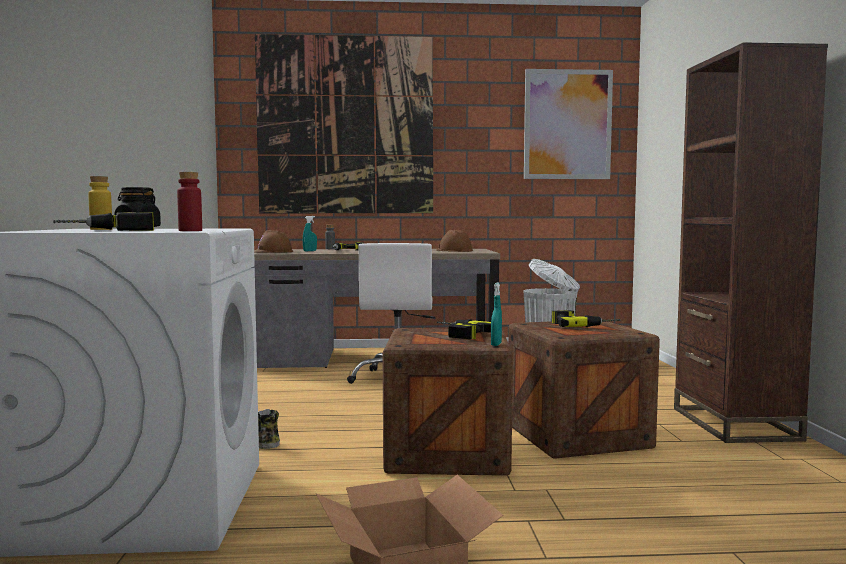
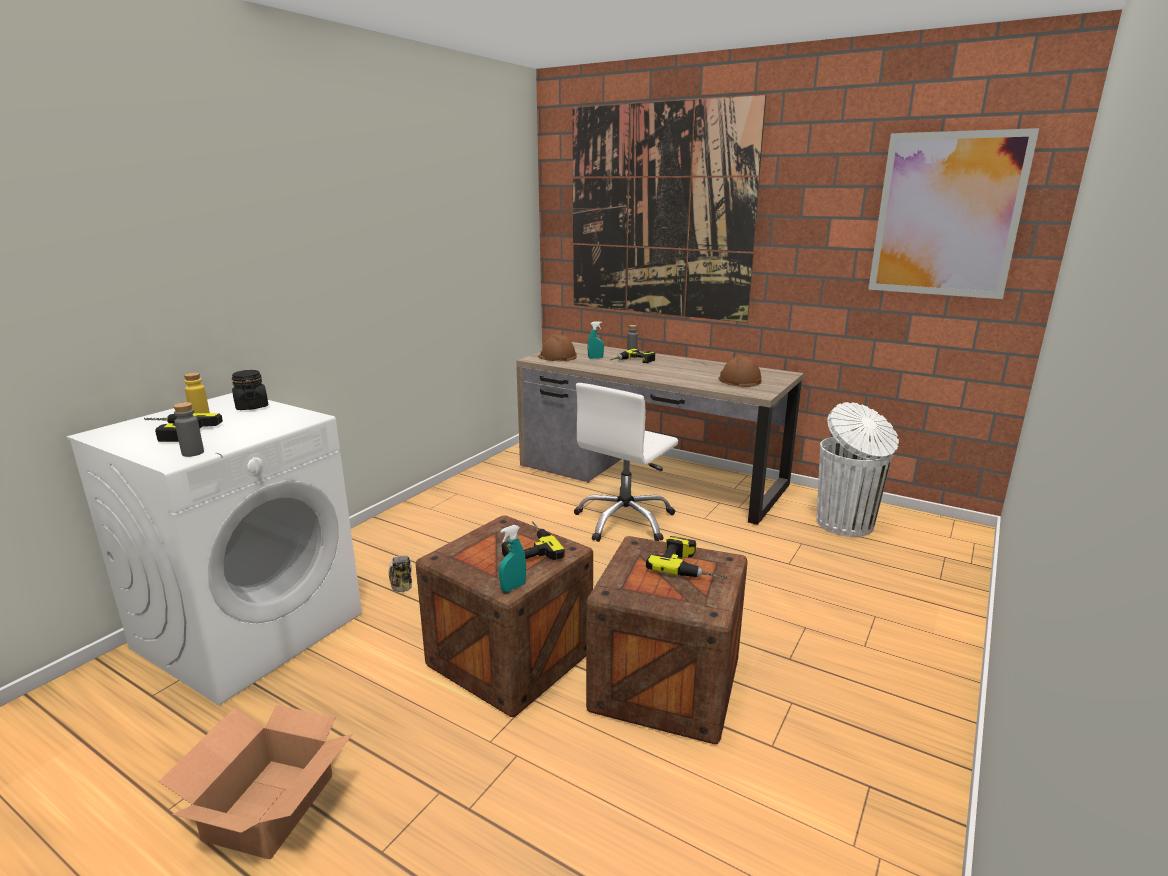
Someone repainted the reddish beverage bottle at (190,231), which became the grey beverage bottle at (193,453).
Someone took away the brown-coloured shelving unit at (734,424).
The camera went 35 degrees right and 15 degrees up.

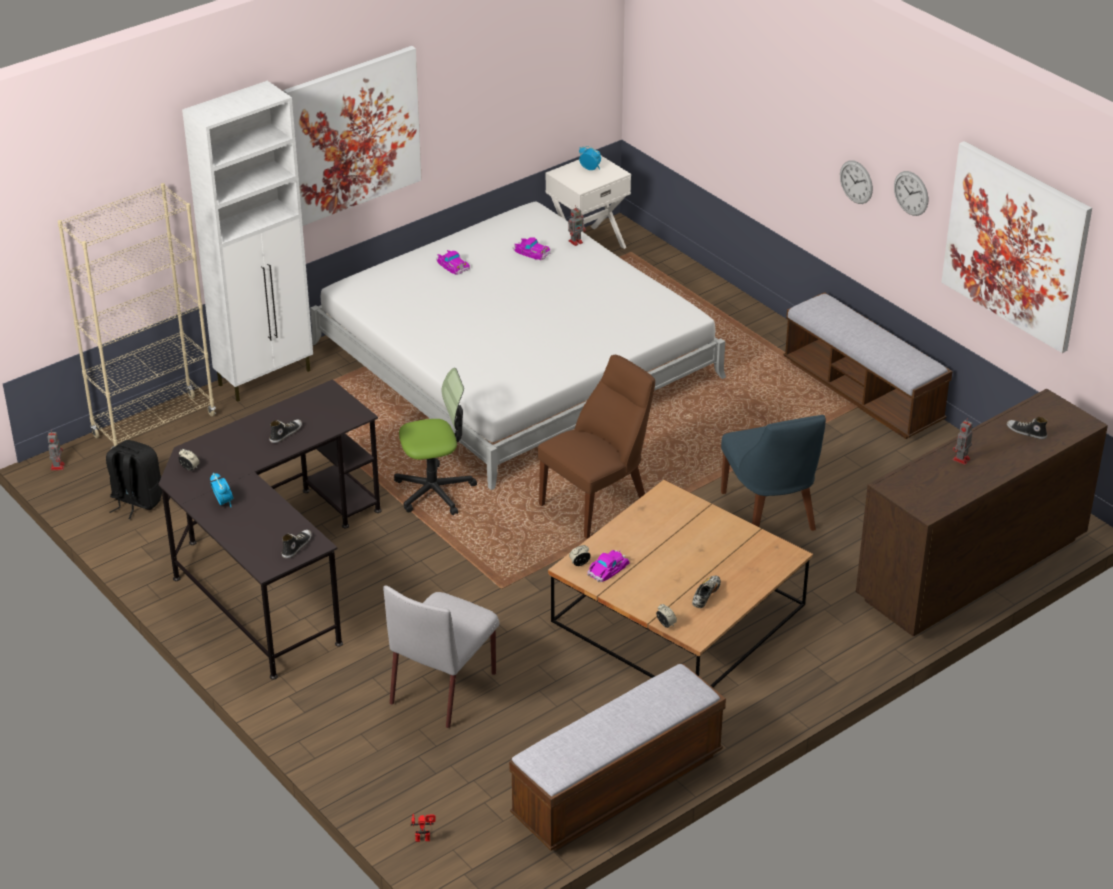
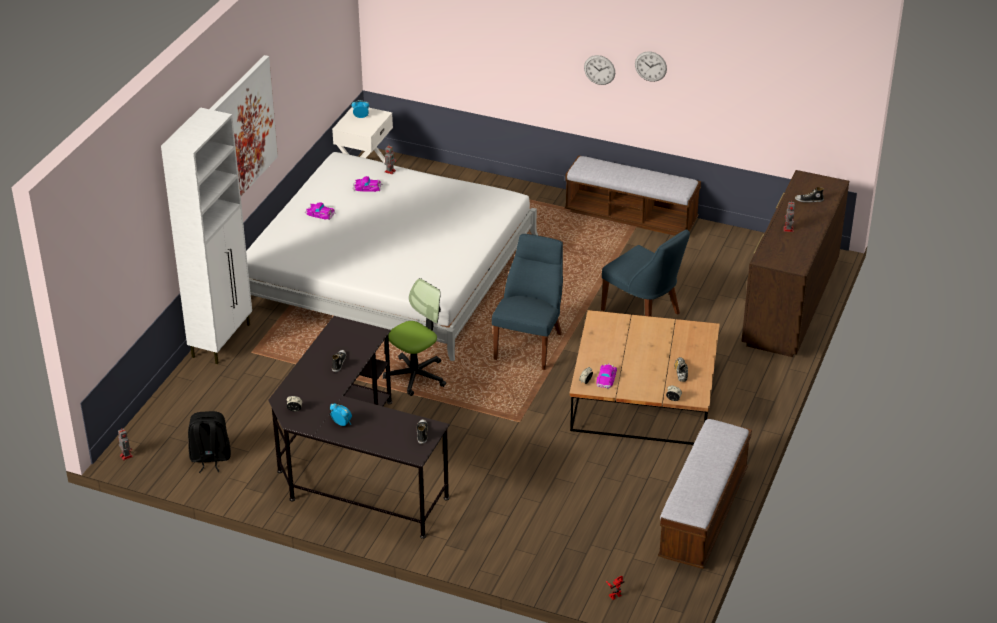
Someone repainted the brown-coloured upright chair at (598,502), which became the blue-coloured upright chair at (530,344).
Someone took away the beige-coloured shelving unit at (154,426).
Someone took away the grey upright chair at (444,687).
Someone took away the picture at (1016,245).
The camera went 30 degrees left and 0 degrees up.

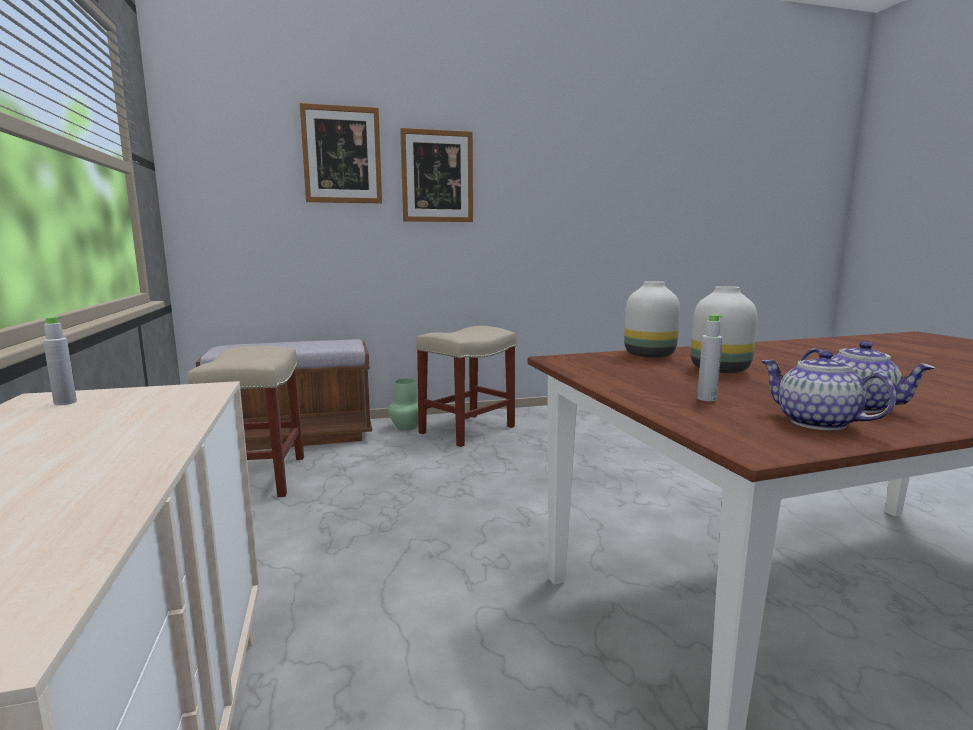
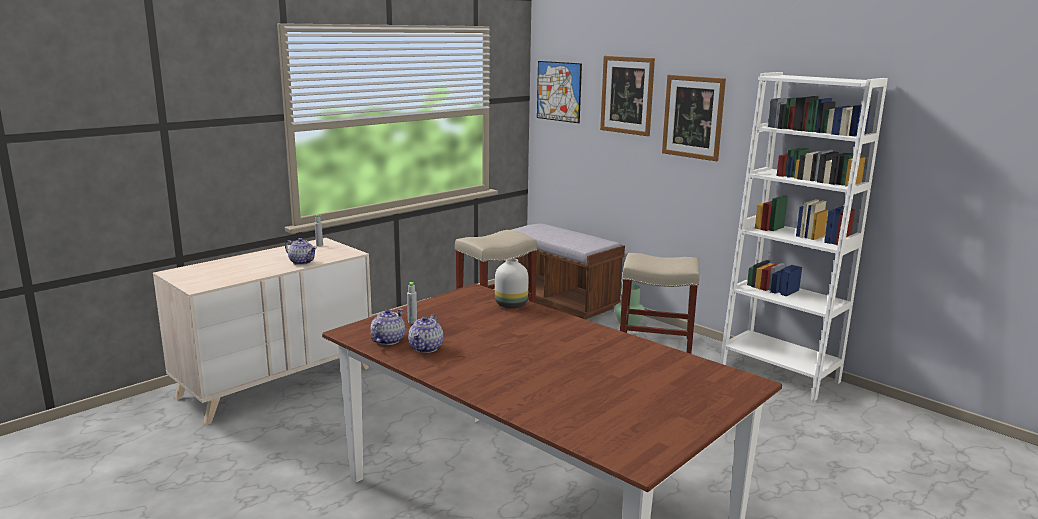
Someone put down the tea pot at (302,262).
Someone put up the picture at (559,91).
Someone put down the whitish shelving unit at (778,374).
Someone took away the whitish vase at (720,369).
The camera went 60 degrees right and 5 degrees up.

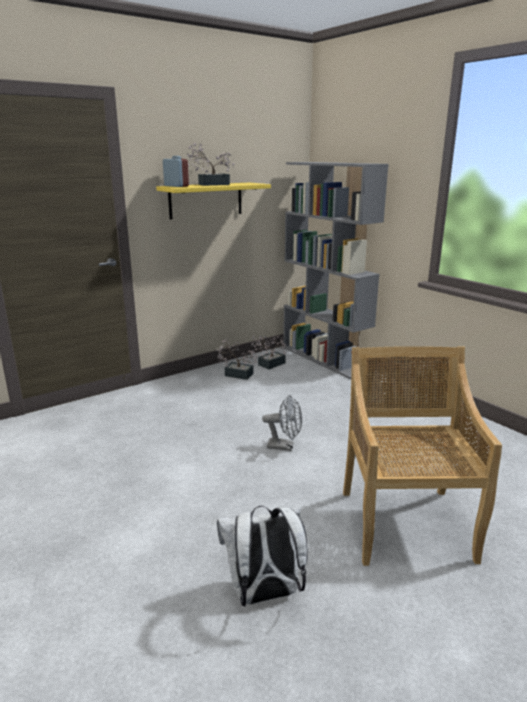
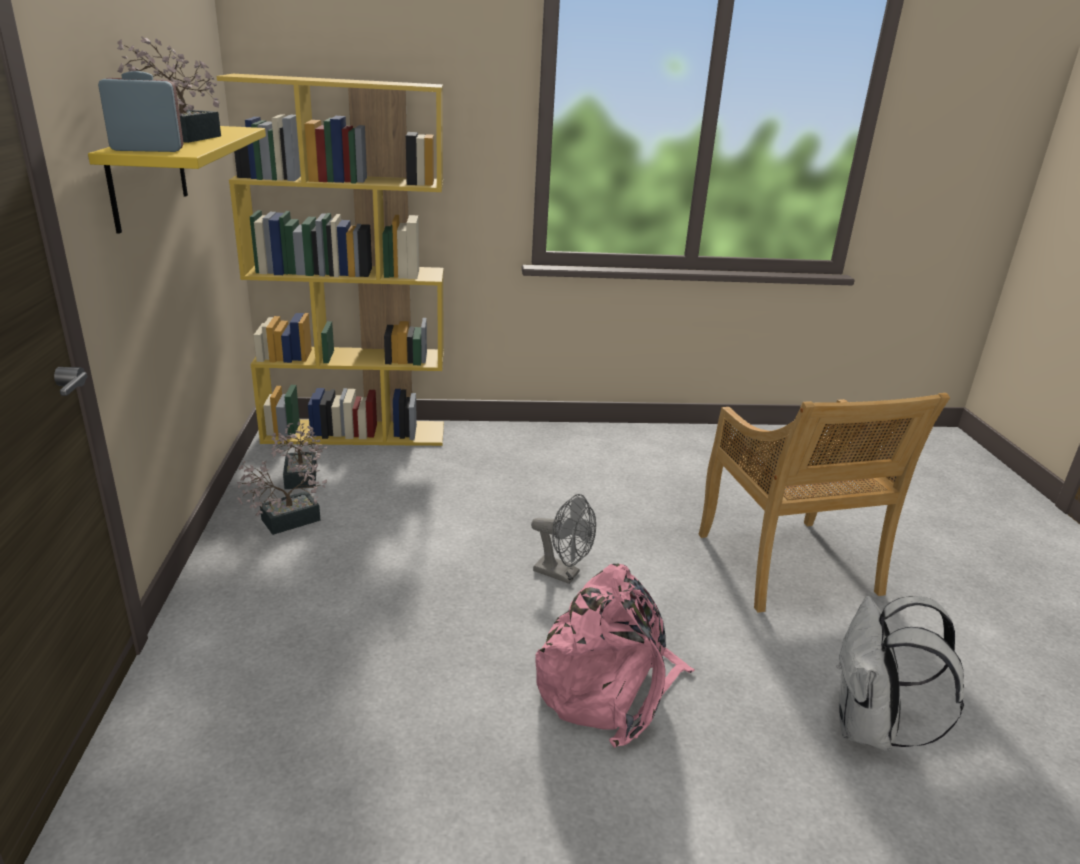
Someone repainted the grey shelving unit at (325,359), which became the yellowish shelving unit at (356,433).
Someone rotated the grey electric fan at (285,446) by 75 degrees clockwise.
Someone put down the pink backpack at (608,686).
Someone rotated the beige-coloured upright chair at (405,523) by 135 degrees counterclockwise.
The camera went 60 degrees left and 5 degrees up.

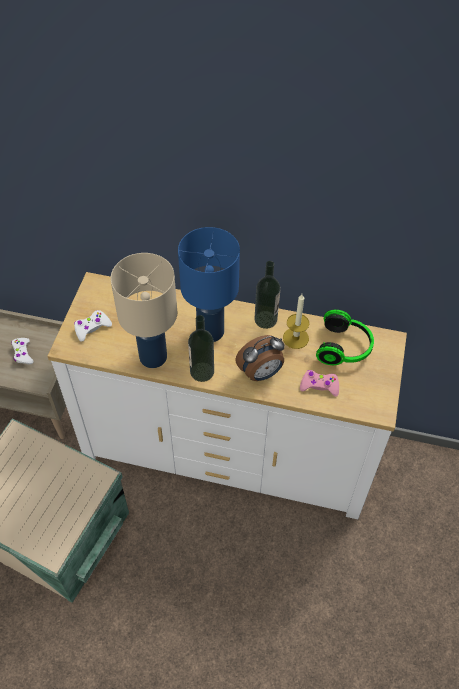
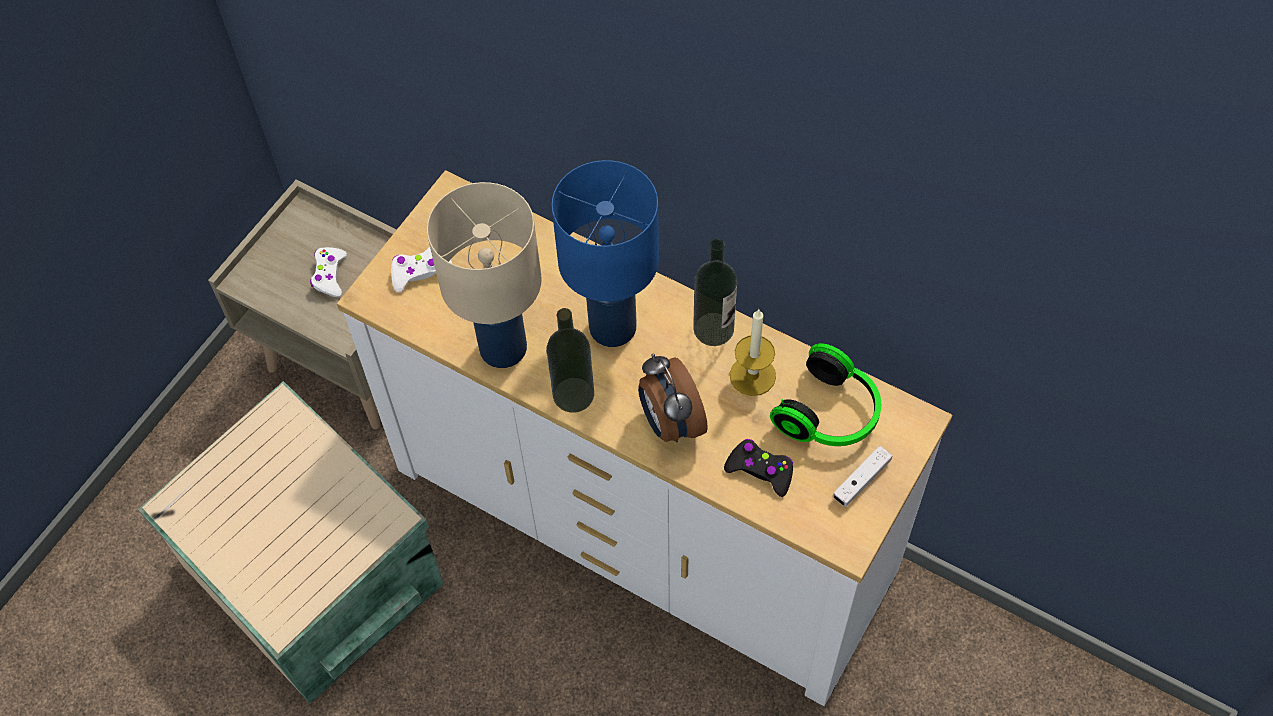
Someone rotated the table clock at (261,373) by 75 degrees clockwise.
Someone repainted the pink joypad at (319,386), which became the black-coloured joypad at (760,470).
Someone put down the whitish joypad at (861,480).
The camera went 20 degrees right and 5 degrees up.

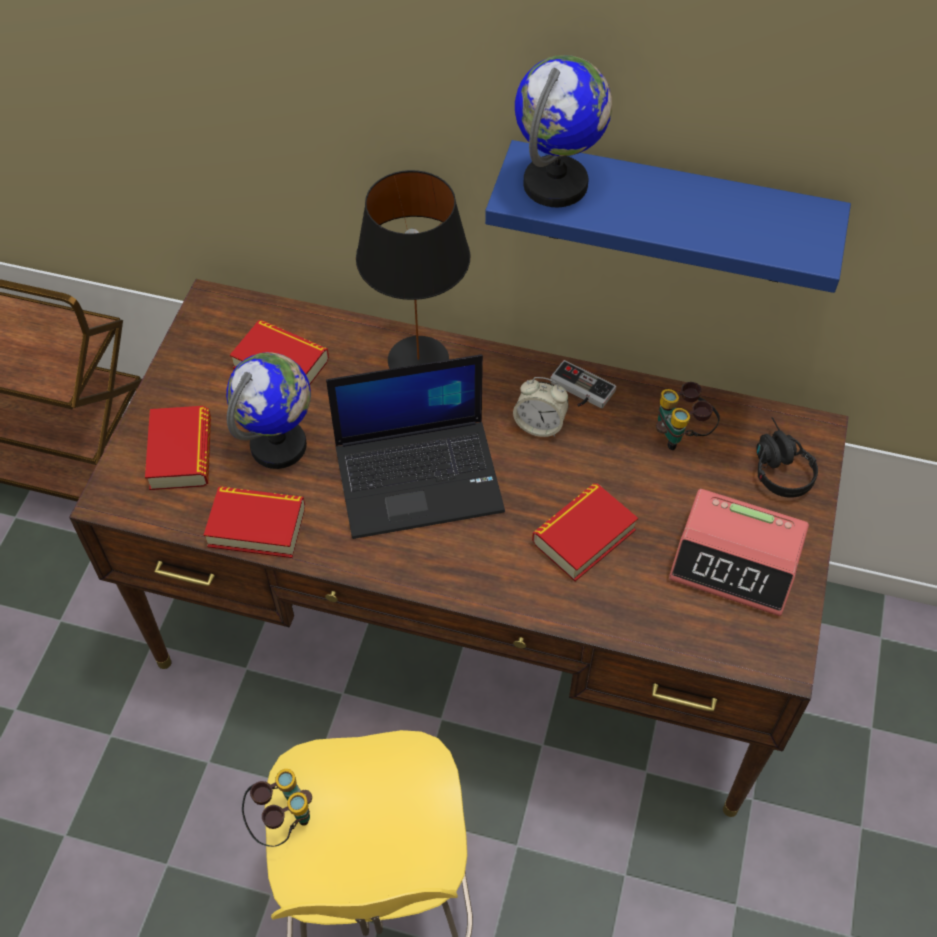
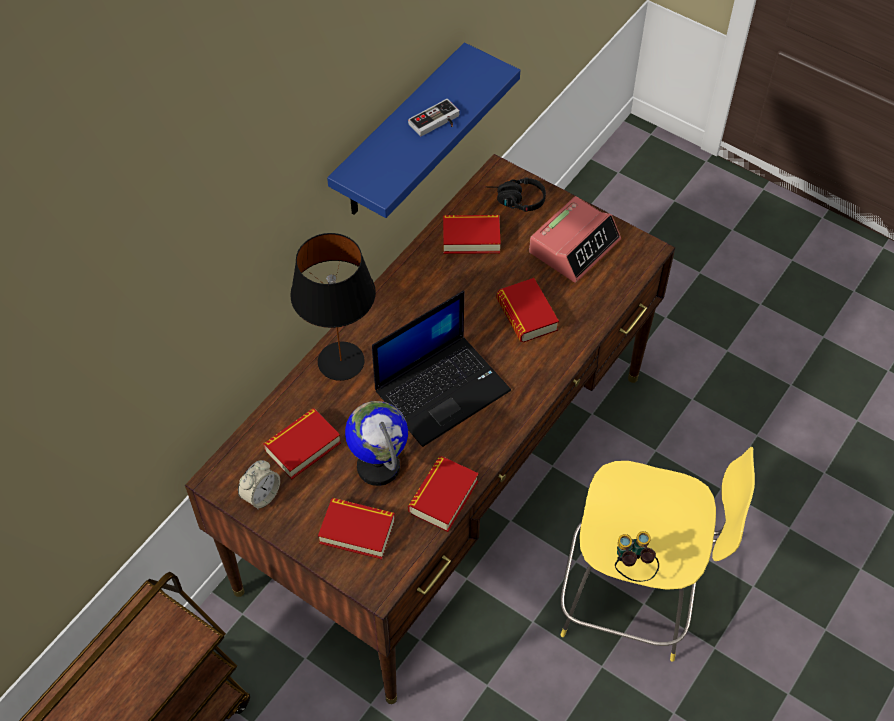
Someone carried the table clock from (539,425) to (261,495).
Someone rotated the notebook computer at (420,476) by 45 degrees clockwise.
Someone carried the joypad from (579,391) to (437,123).
Someone swapped the field glasses at (682,434) for the volume at (471,238).
Someone took away the desk globe at (556,184).
The camera went 70 degrees left and 0 degrees up.

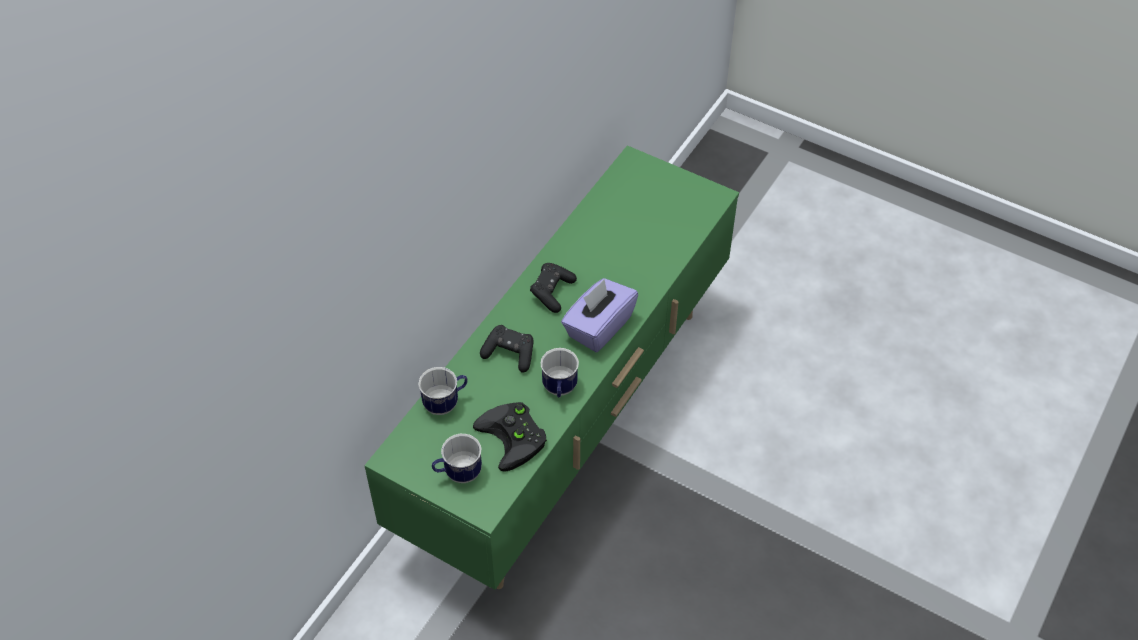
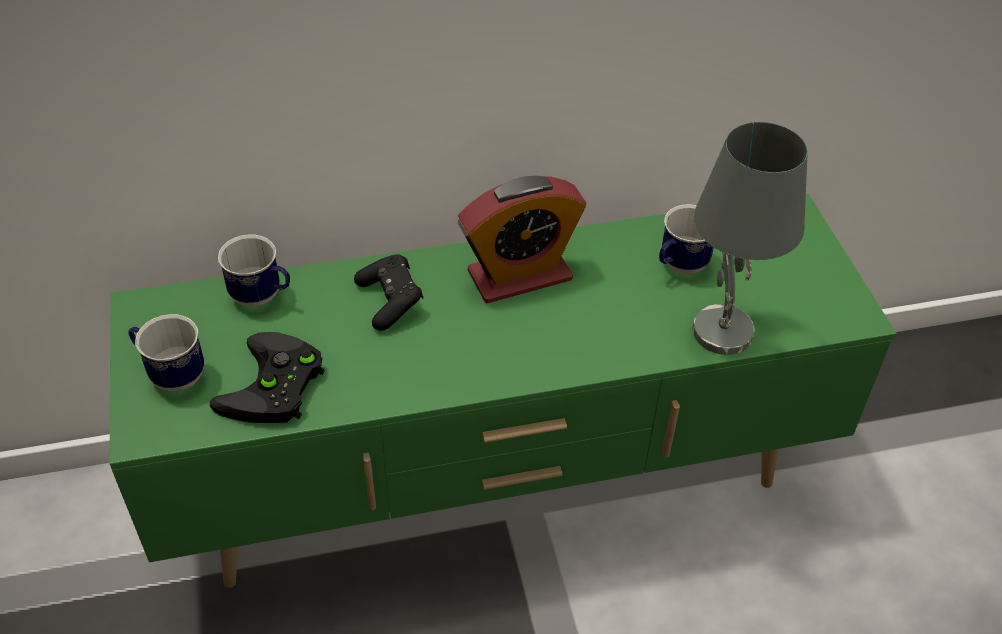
Someone swapped the black-coloured joypad at (552,292) for the table clock at (519,276).
Someone carried the tea mug from (559,390) to (679,267).
Someone put down the grey lamp for a table at (720,330).
Someone took away the purple box of tissues at (598,327).
The camera went 45 degrees right and 5 degrees down.

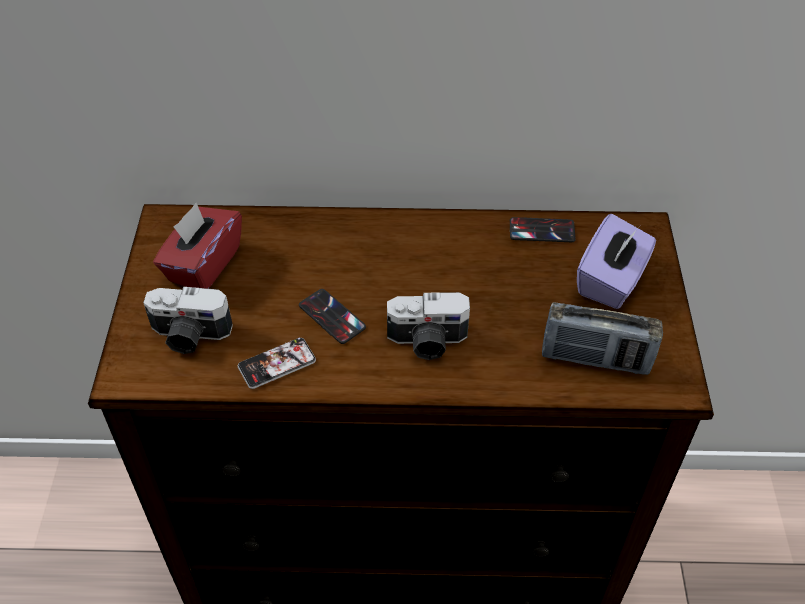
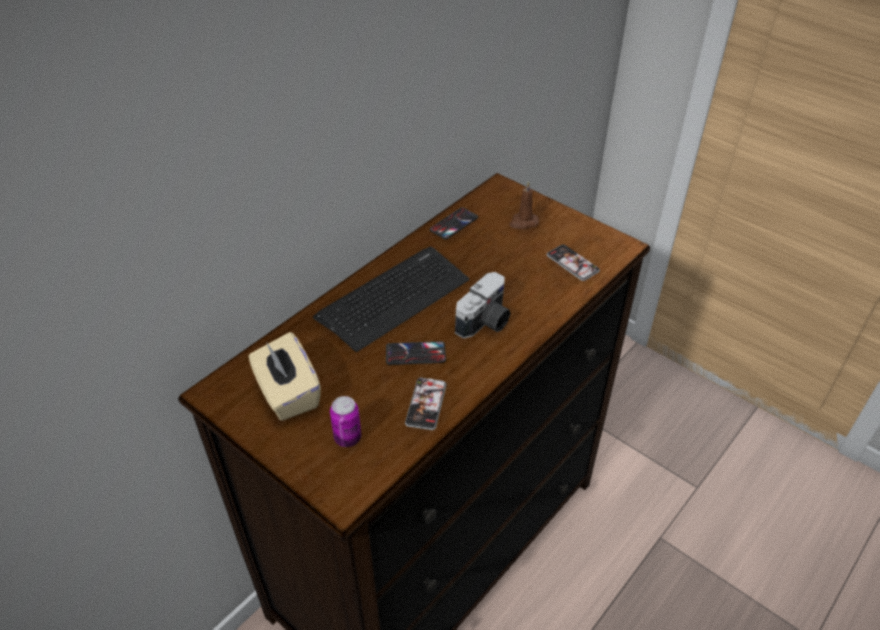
Someone repainted the reddish box of tissues at (203,265), which became the beige-coloured box of tissues at (287,393).
Someone put down the computer keyboard at (393,298).
Someone swapped the photo camera at (189,336) for the sealed can at (347,438).
Someone swapped the purple box of tissues at (611,281) for the brown-coloured wax light at (523,222).
Someone swapped the radio at (595,359) for the phone at (572,263).
The camera went 50 degrees left and 5 degrees down.

